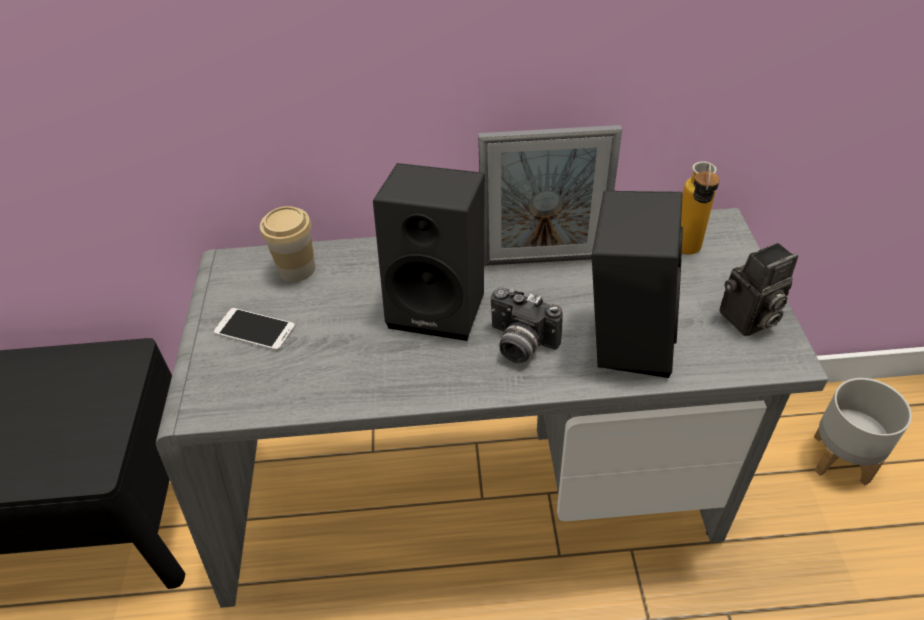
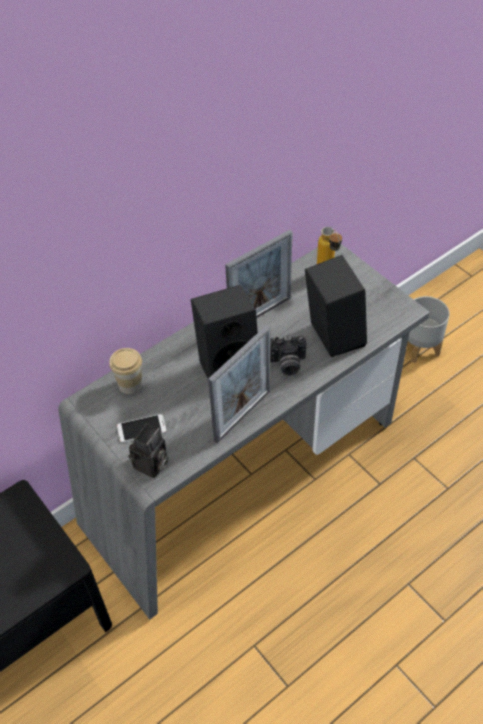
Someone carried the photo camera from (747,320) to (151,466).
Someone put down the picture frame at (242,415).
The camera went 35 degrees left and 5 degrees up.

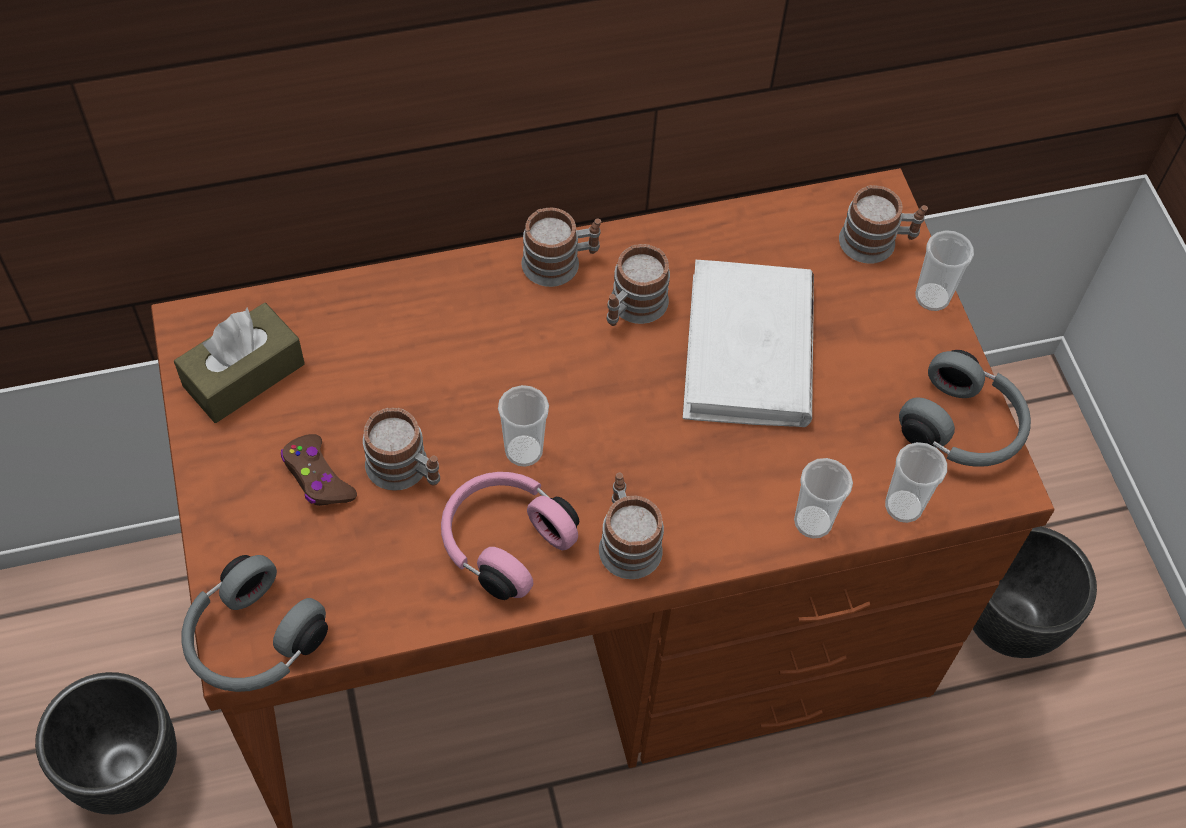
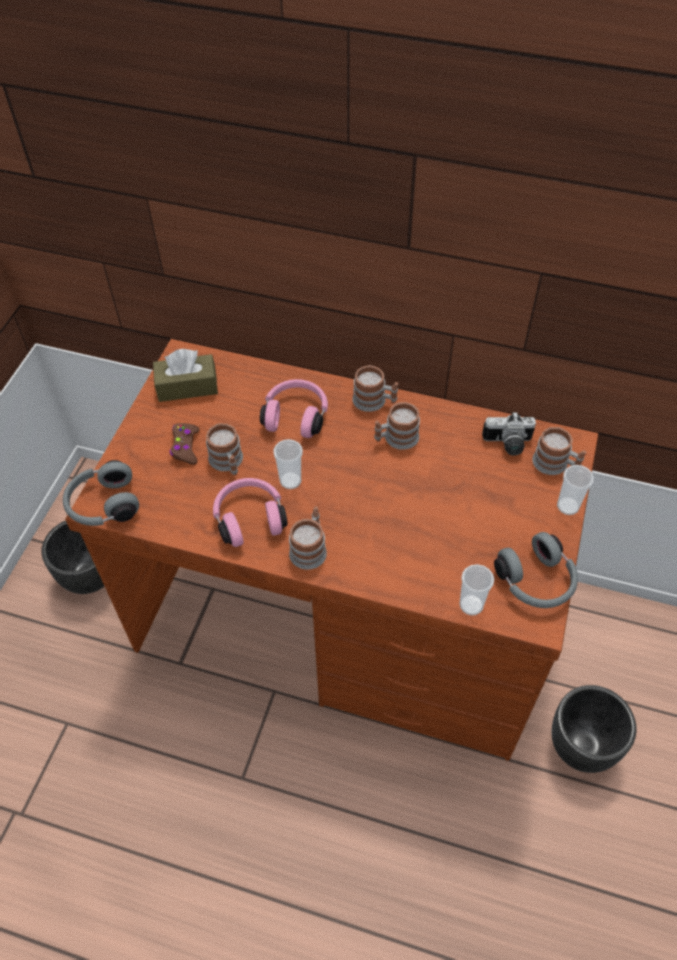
Someone put down the pink headset at (296,416).
Someone put down the photo camera at (508,444).
Someone took away the whitish volume at (748,351).
Someone took away the small cup at (813,522).
The camera went 35 degrees right and 5 degrees down.

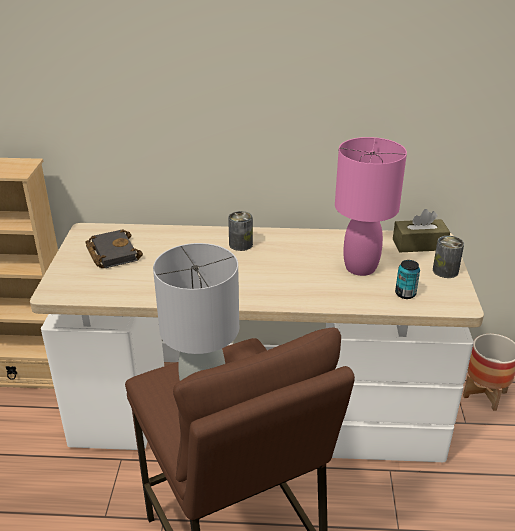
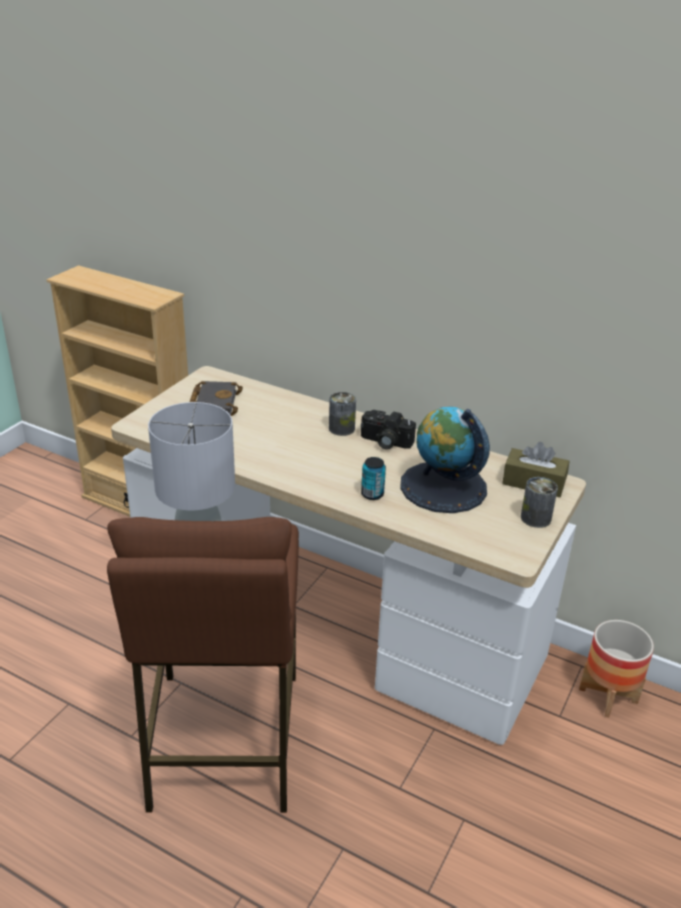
Someone put down the photo camera at (384,442).
Someone carried the sealed can from (405,294) to (372,494).
Someone swapped the pink lamp for a table at (360,268) for the desk globe at (443,487).
The camera went 25 degrees right and 0 degrees up.

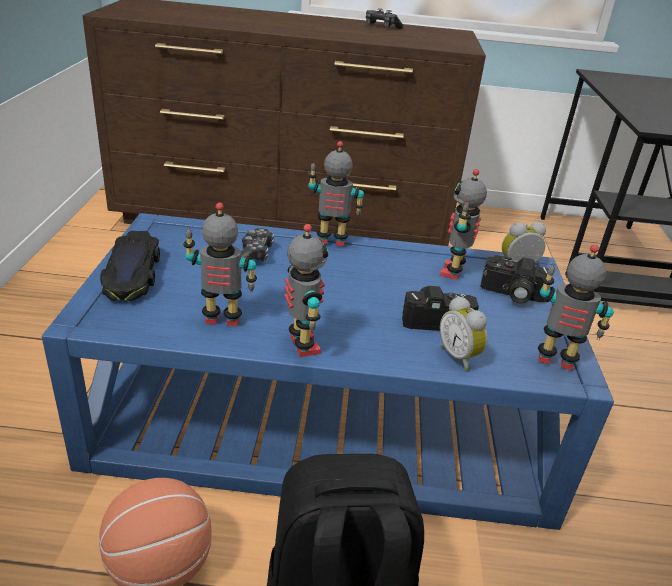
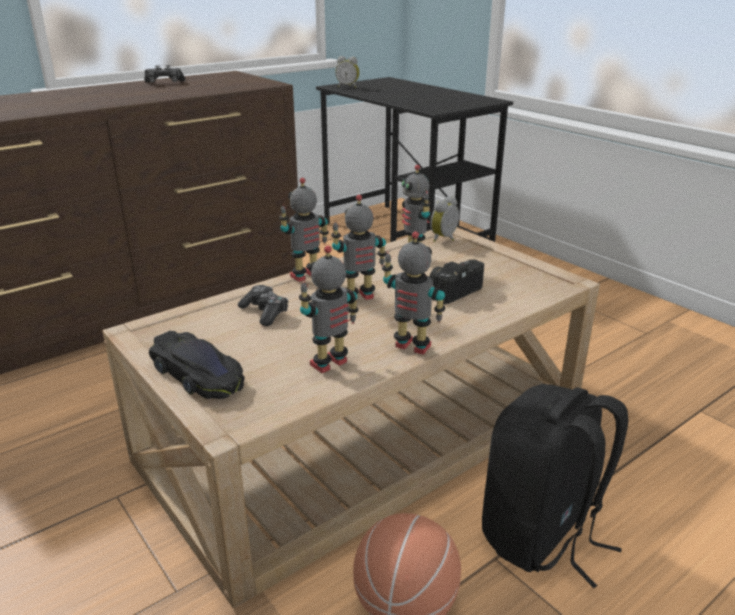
Someone repainted the blue-coloured lounge table at (324,416), which became the beige-coloured lounge table at (369,432).
Someone carried the model robot from (555,361) to (359,298).
Someone carried the table clock from (459,356) to (348,87).
Someone took away the photo camera at (511,294).
The camera went 40 degrees left and 5 degrees down.

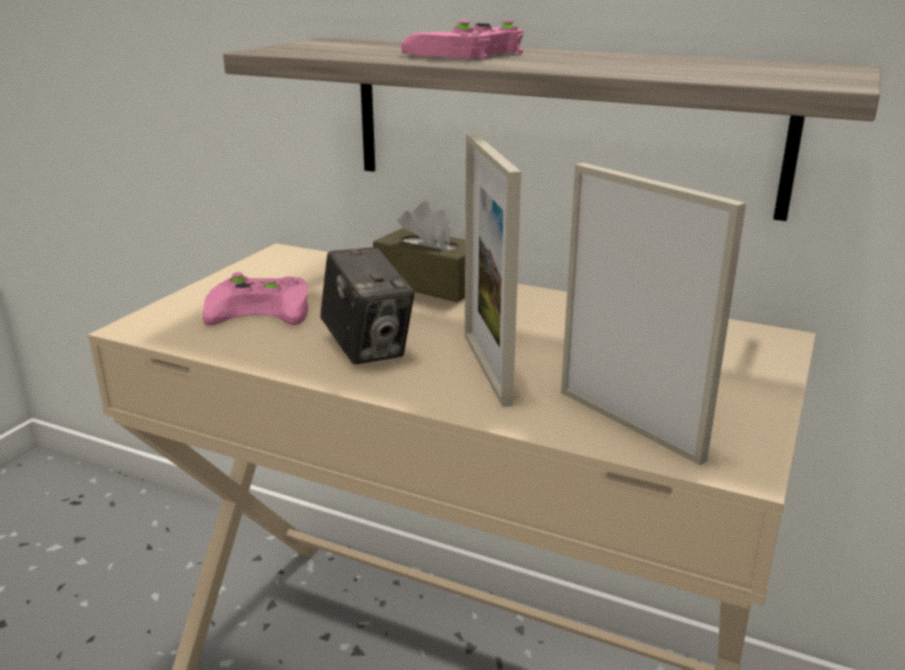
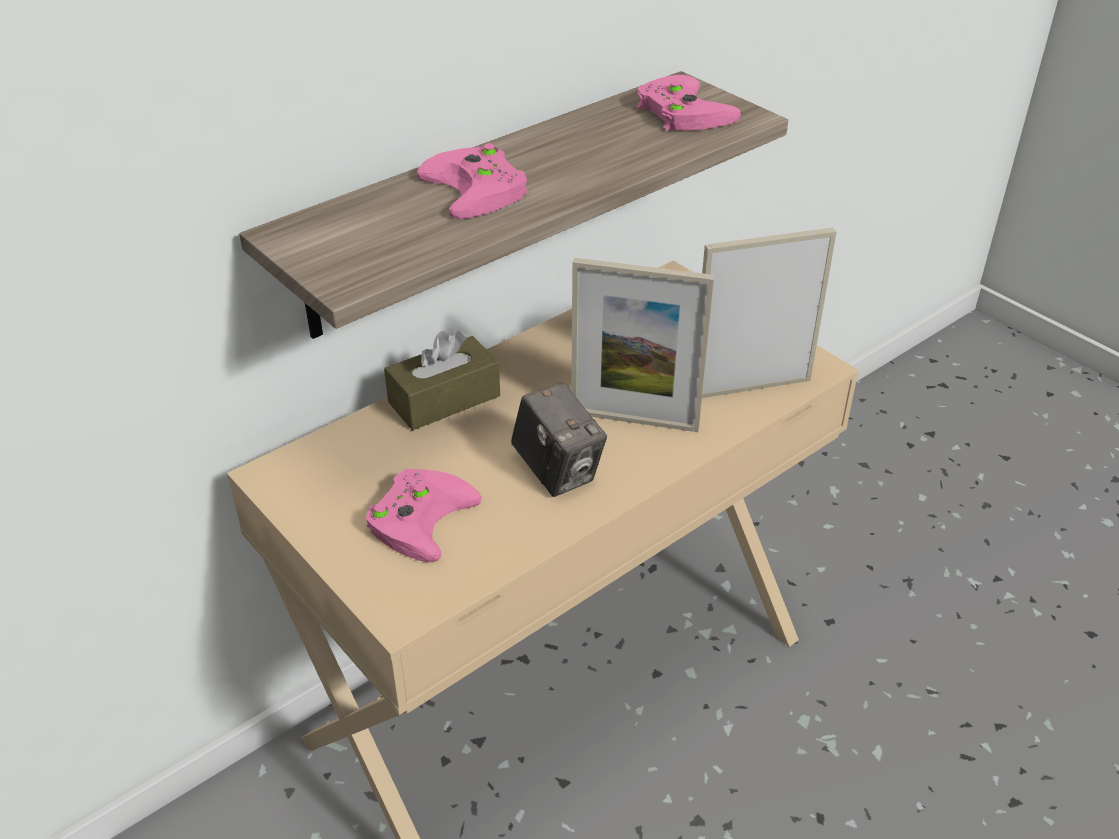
Someone rotated the photo camera at (367,348) by 60 degrees clockwise.
Someone put down the pink joypad at (679,111).
The camera went 65 degrees left and 15 degrees up.

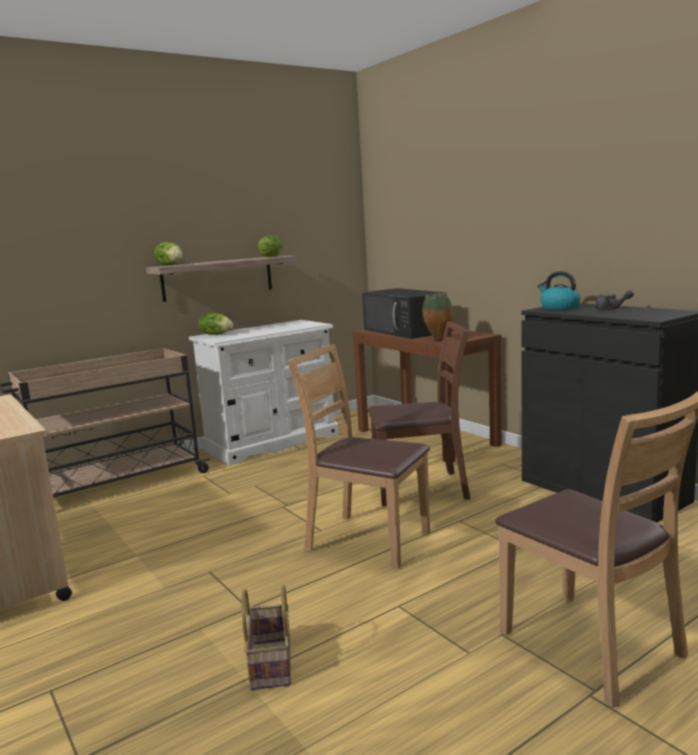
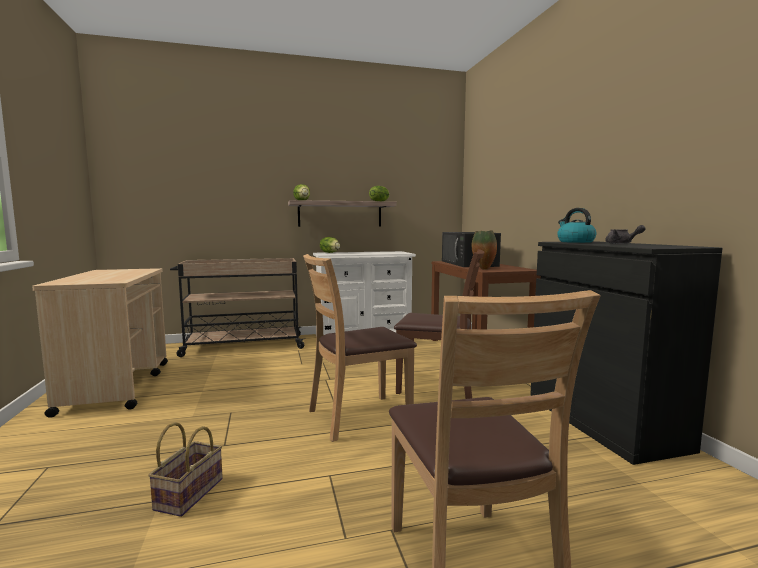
Someone rotated the brown-coloured upright chair at (367,541) by 75 degrees counterclockwise.
The camera went 20 degrees right and 5 degrees down.

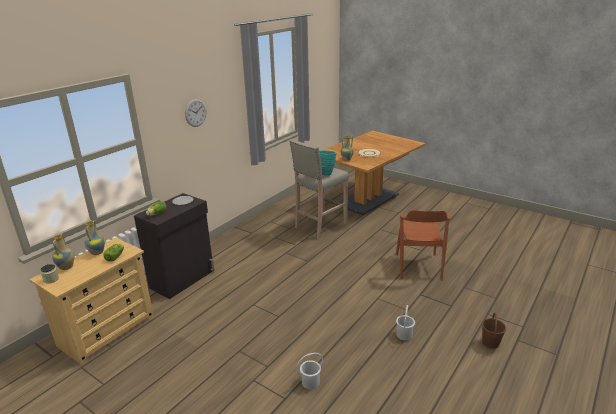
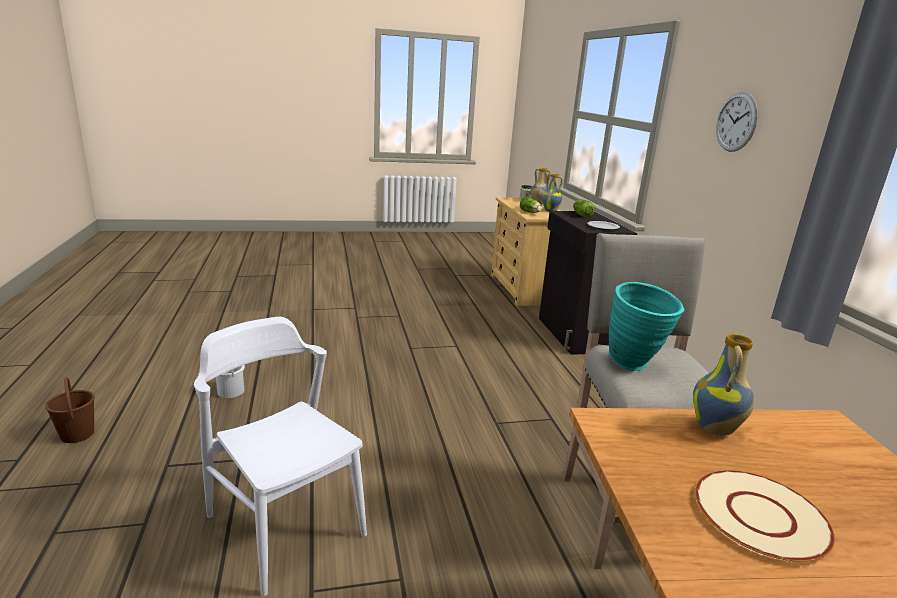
Someone repainted the brown-coloured upright chair at (418,266), which became the whitish upright chair at (285,525).
Someone took away the whitish water bucket at (311,382).
The camera went 130 degrees right and 5 degrees down.

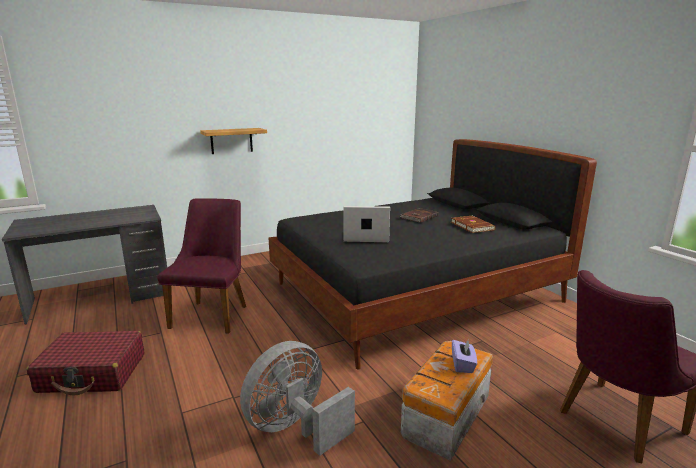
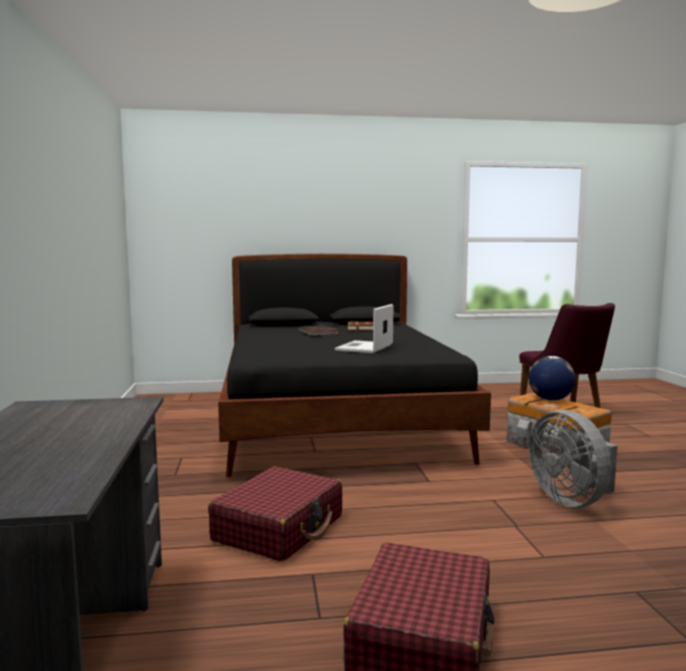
Someone swapped the purple upright chair at (213,313) for the reddish piece of luggage at (279,528).
Someone swapped the purple box of tissues at (463,365) for the desk globe at (550,399).
Someone took away the shelf at (231,141).
The camera went 70 degrees left and 10 degrees down.

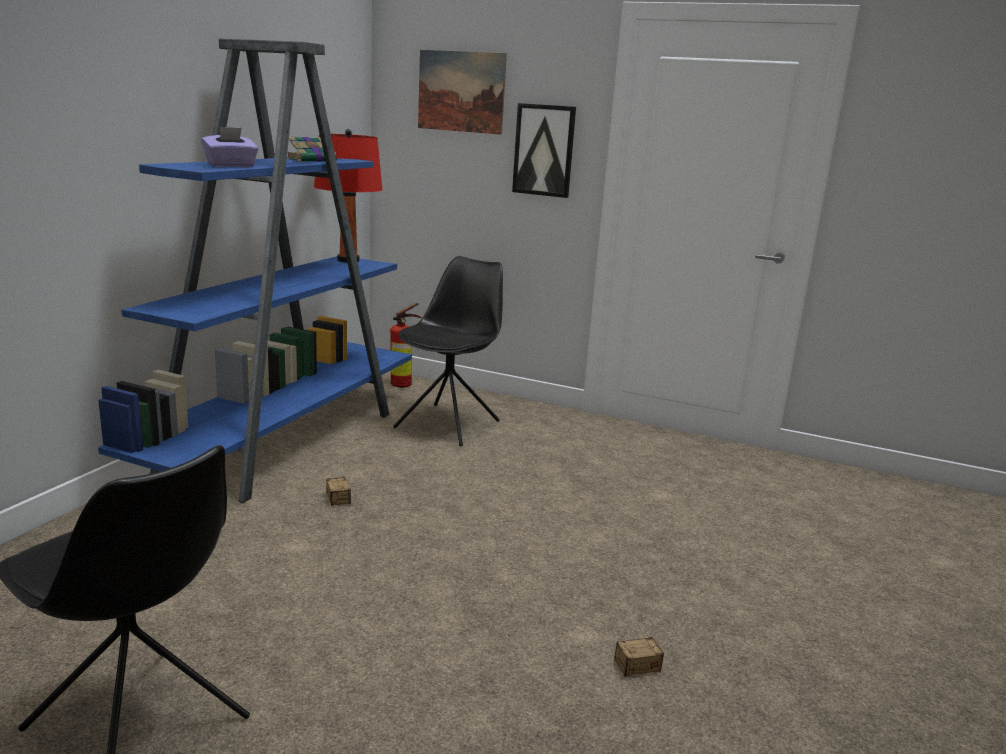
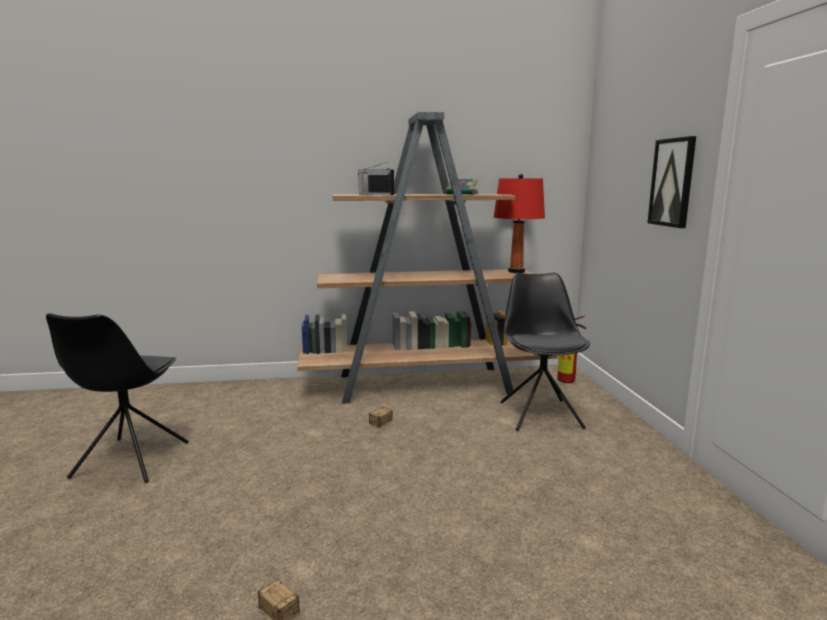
Someone repainted the blue-coloured shelving unit at (284,440), which became the brown-coloured shelving unit at (427,384).
Someone swapped the purple box of tissues at (231,166) for the radio at (375,194).
Someone rotated the black-coloured upright chair at (449,424) by 90 degrees counterclockwise.
Someone took away the picture at (461,91).
The camera went 60 degrees right and 5 degrees down.

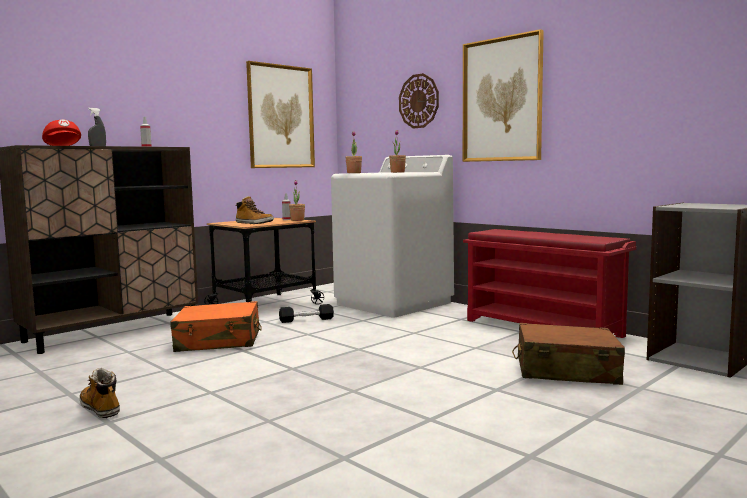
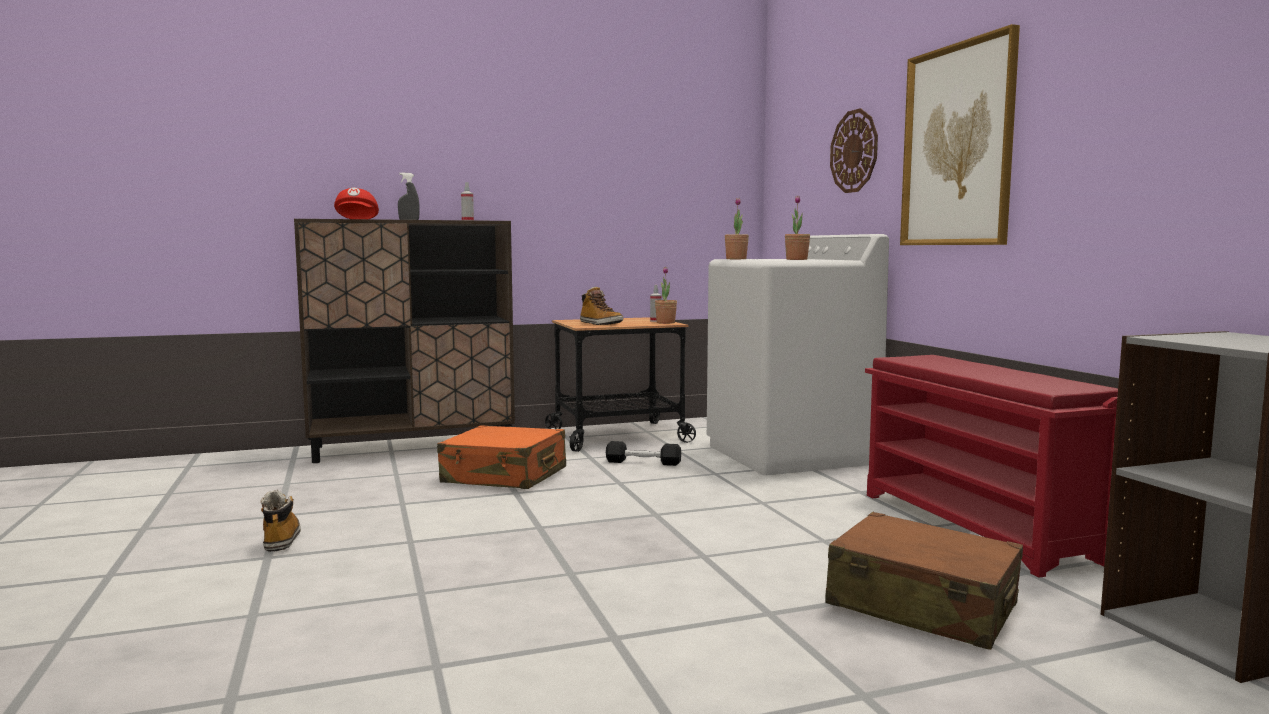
Someone took away the picture at (280,117).
The camera went 25 degrees right and 0 degrees up.

